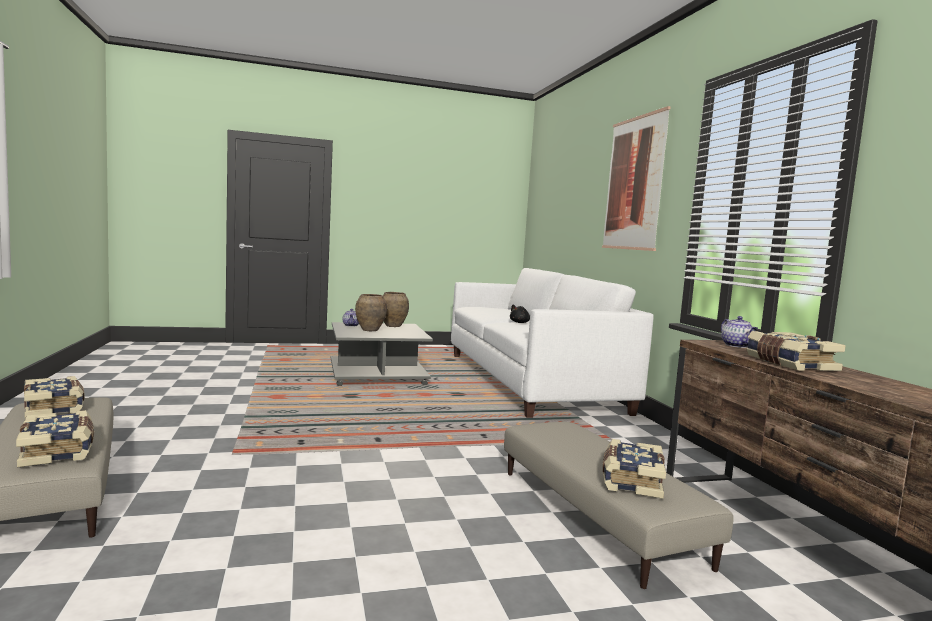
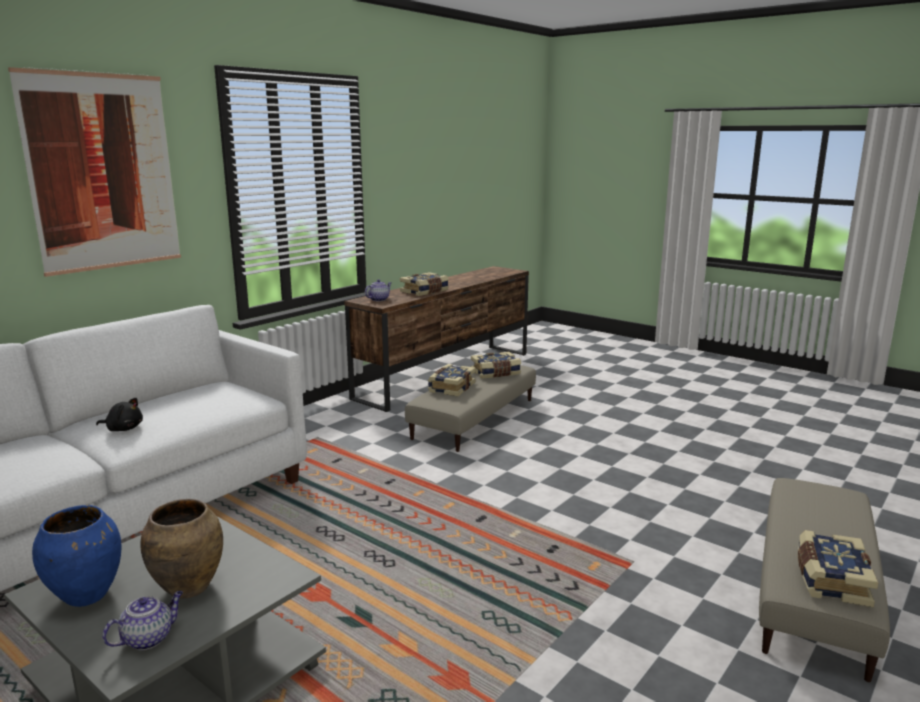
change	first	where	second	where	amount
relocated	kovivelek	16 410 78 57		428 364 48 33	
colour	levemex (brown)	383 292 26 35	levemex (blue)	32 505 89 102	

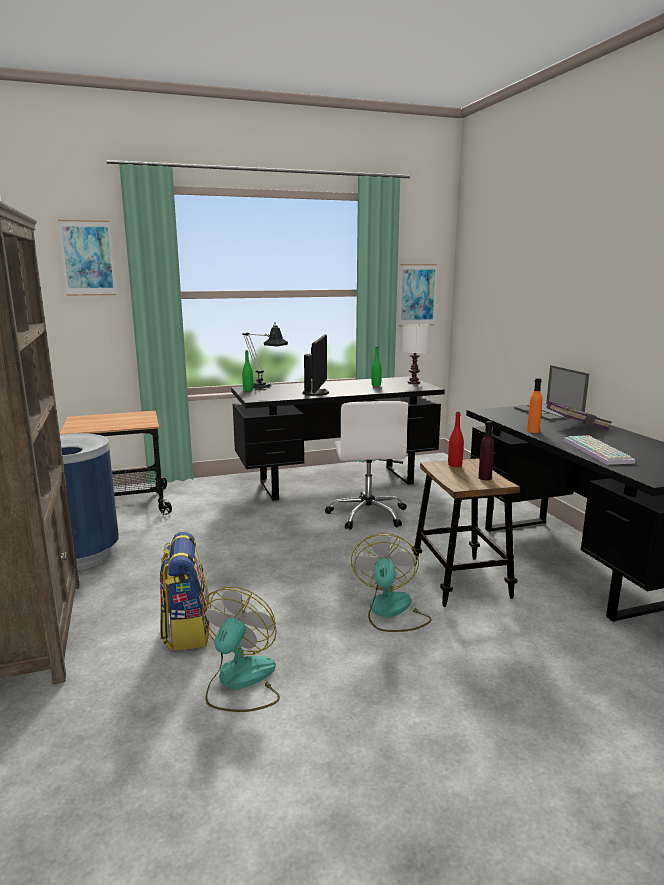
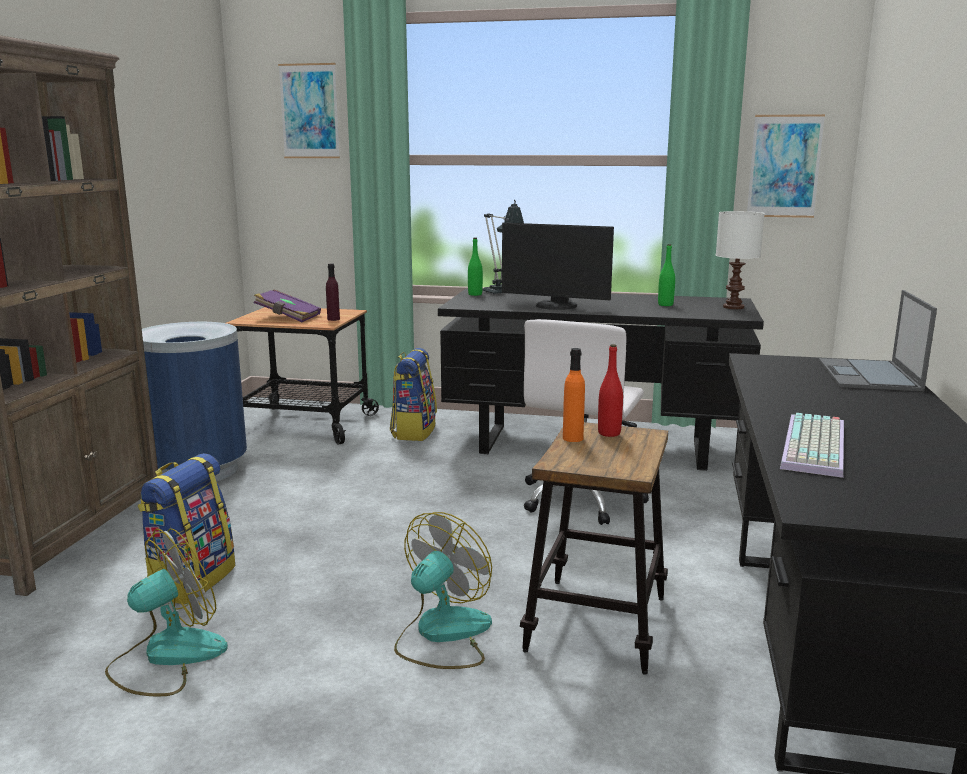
change	first	where	second	where	amount
appeared			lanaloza	390 348 47 93	
relocated	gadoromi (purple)	478 421 16 59		326 263 14 58	
relocated	gadoromi (orange)	527 378 15 55		563 348 22 94	
relocated	kovivelek (purple)	547 402 65 28		254 290 67 32	
spun	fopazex	303 334 26 62		502 223 112 87	75 degrees clockwise

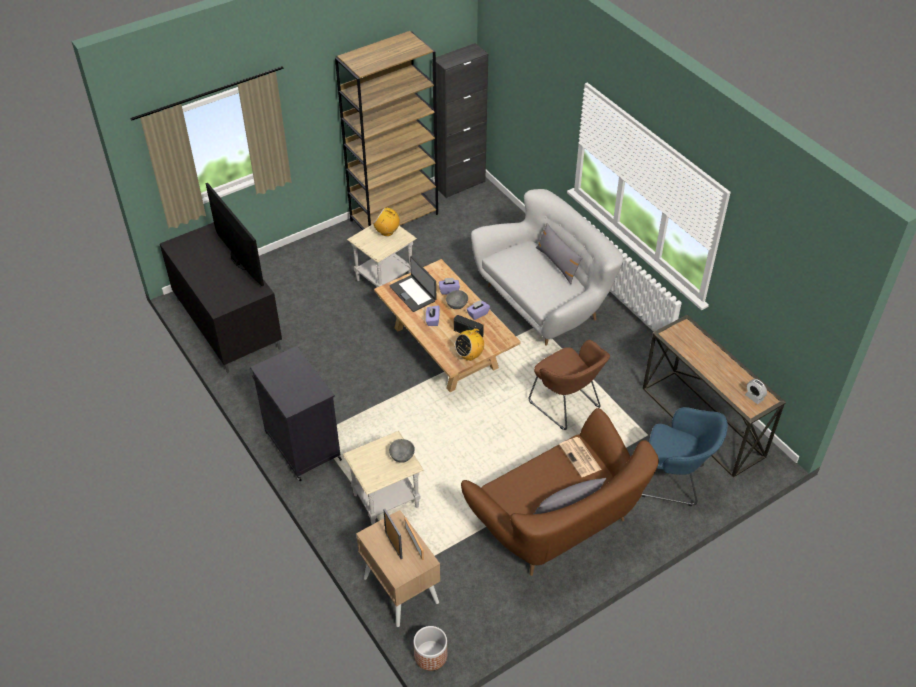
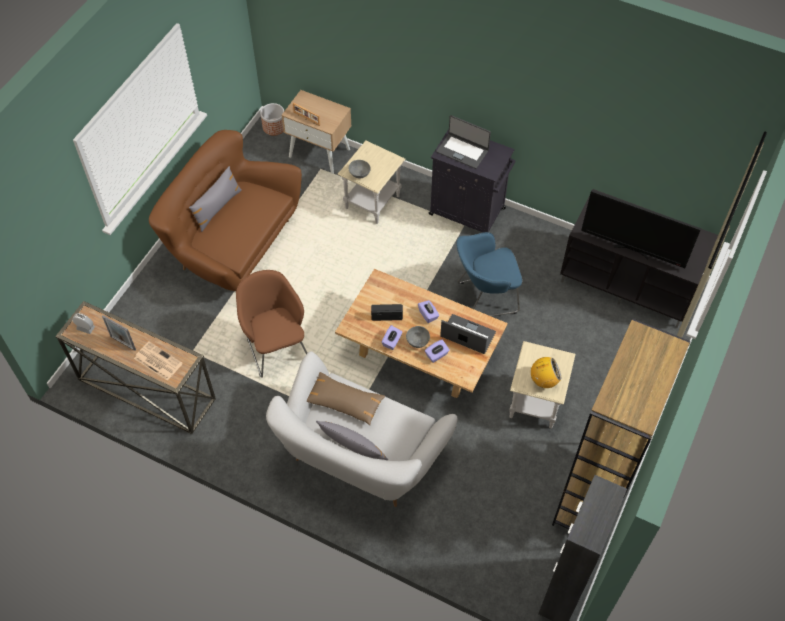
change	first	where	second	where	amount
missing	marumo	455 329 29 32			
appeared			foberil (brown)	307 372 78 53	
appeared			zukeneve	436 115 55 54	
relocated	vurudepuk	383 509 20 50		102 316 34 35	
relocated	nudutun	559 437 43 40		134 341 49 40	
relocated	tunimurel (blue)	642 407 86 99		456 232 66 85	
spun	tunimurel (brown)	529 340 81 90		236 270 71 108	45 degrees clockwise

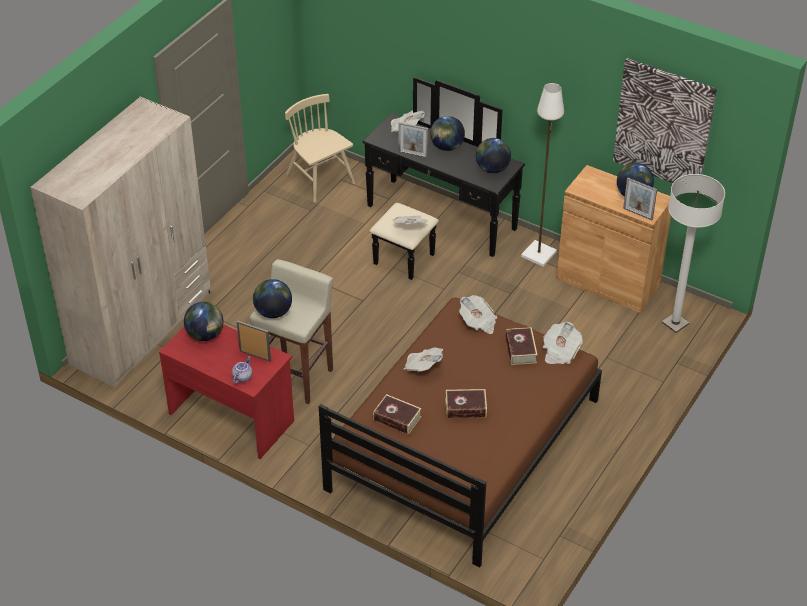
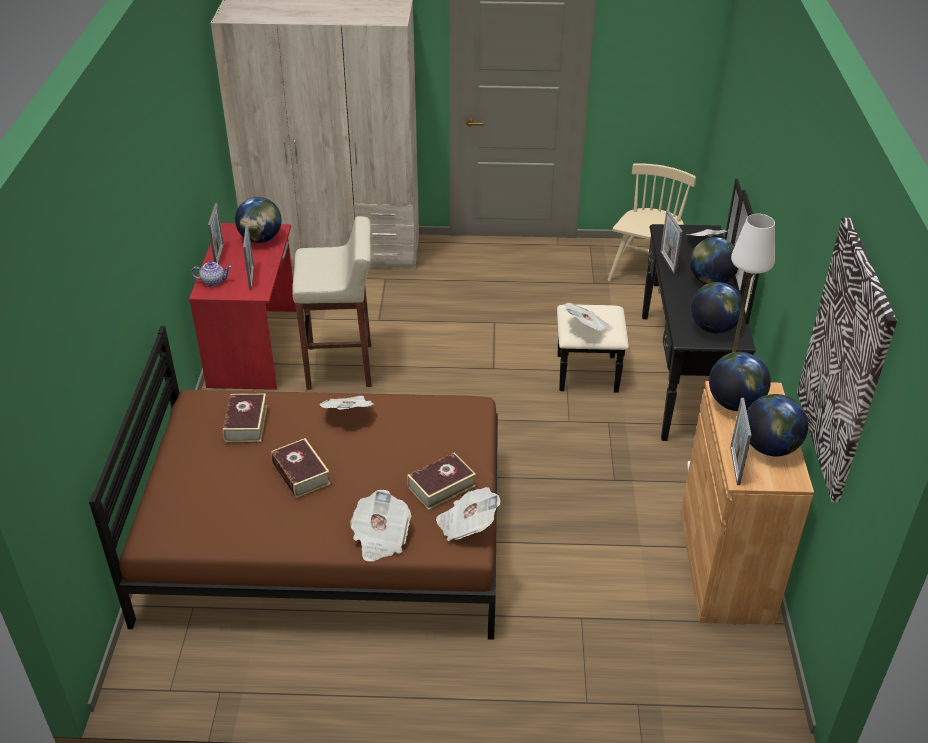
change	first	where	second	where	amount
missing	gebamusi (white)	662 174 63 159			
appeared			vurudepuk	208 203 16 61	
relocated	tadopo	253 279 39 39		709 352 62 59	
relocated	nudutun	459 295 38 39		350 490 61 72	

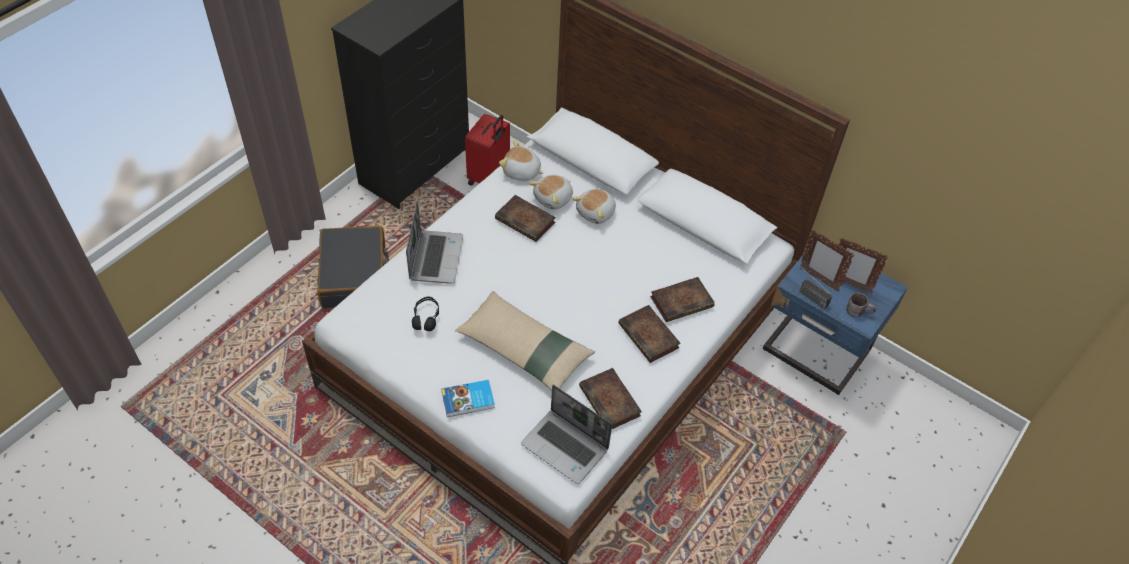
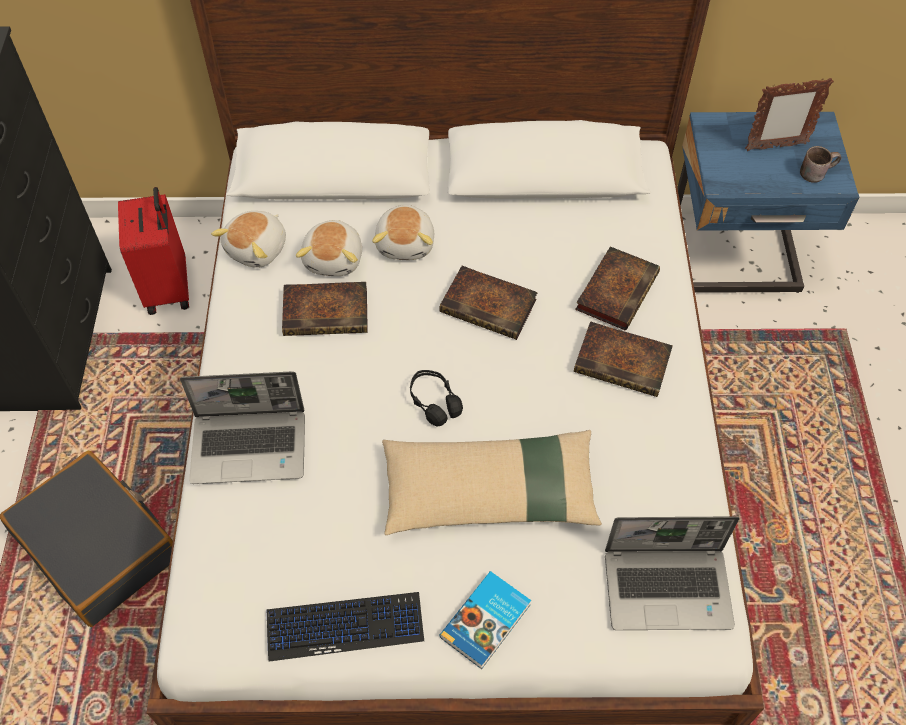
change	first	where	second	where	amount
missing	marumo	796 262 36 47			
missing	vurudepuk	800 230 54 61			
appeared			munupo	267 592 157 70	
relocated	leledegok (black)	412 296 27 35		410 370 53 56	
relocated	kovivelek	579 368 63 61		439 266 99 74	
spun	zukeneve	406 203 57 81		180 371 125 113	120 degrees clockwise
spun	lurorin	499 141 45 40		211 211 75 57	45 degrees counterclockwise

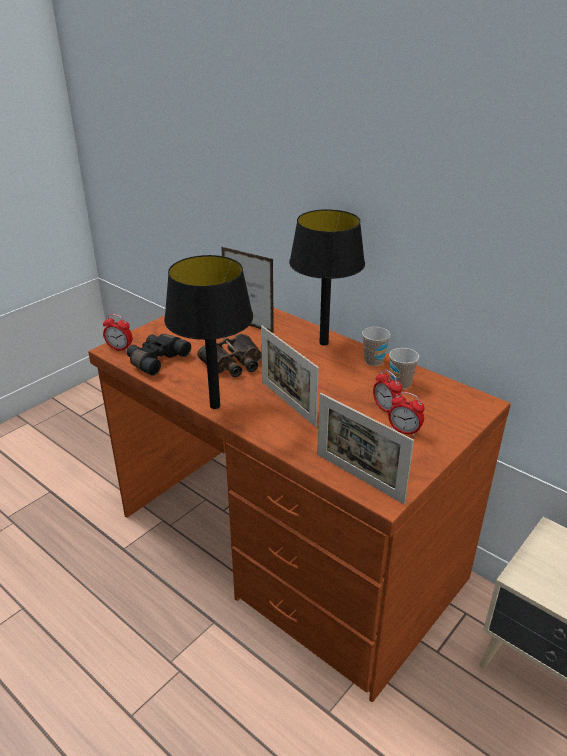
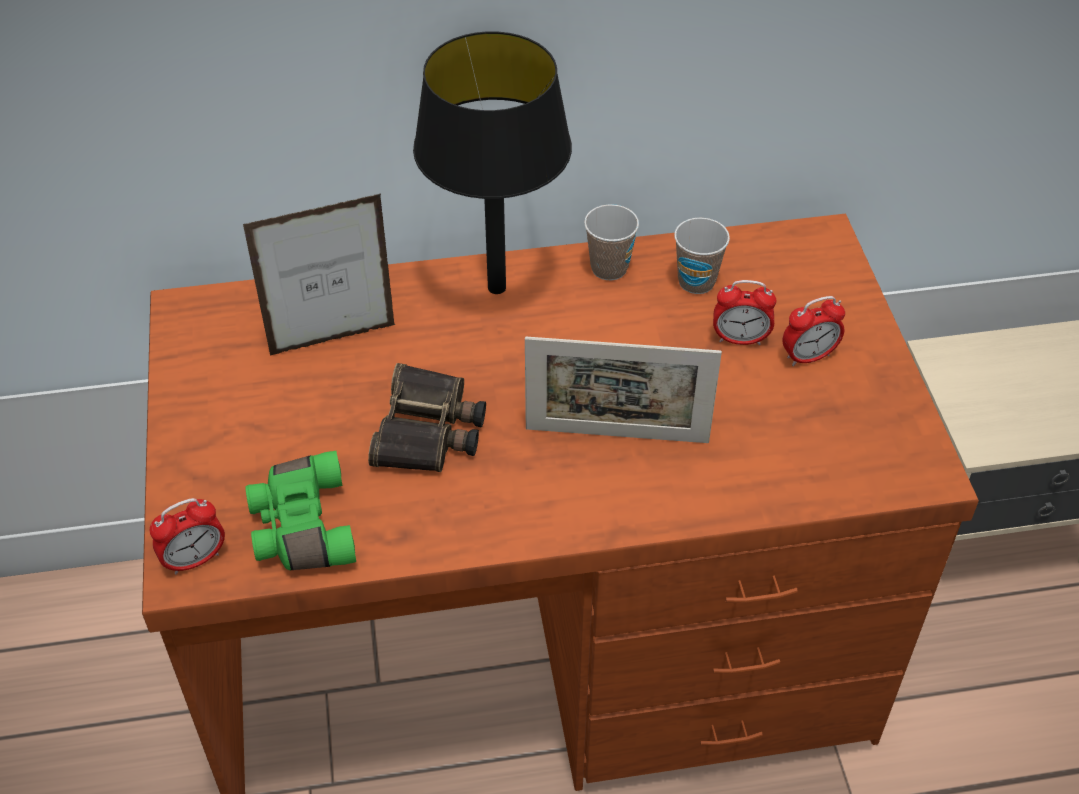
change	first	where	second	where	amount
missing	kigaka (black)	164 255 89 154			
missing	vurudepuk	317 393 97 111			
colour	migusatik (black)	127 334 64 42	migusatik (green)	245 451 111 119	

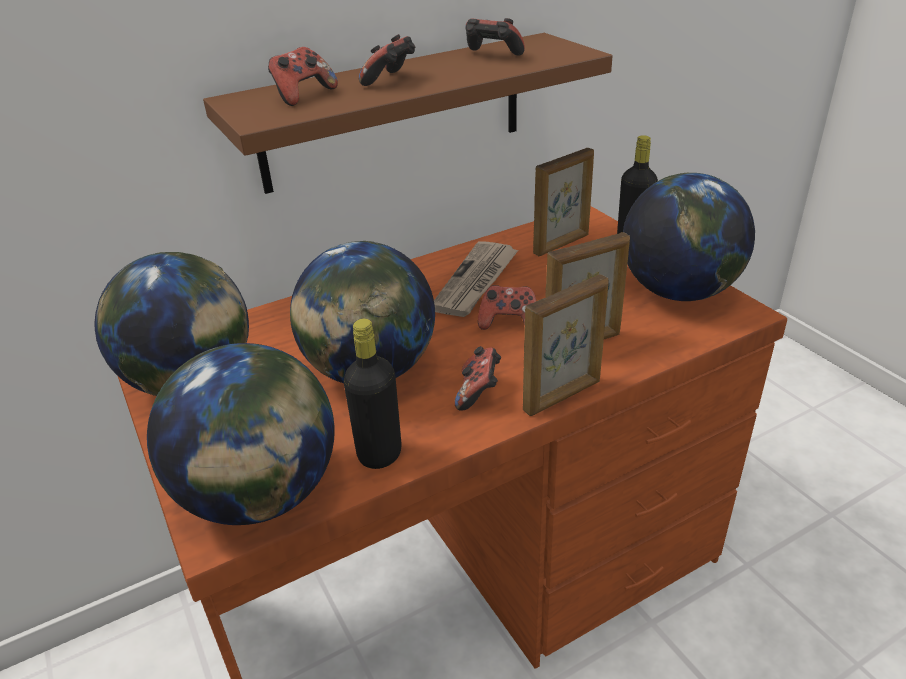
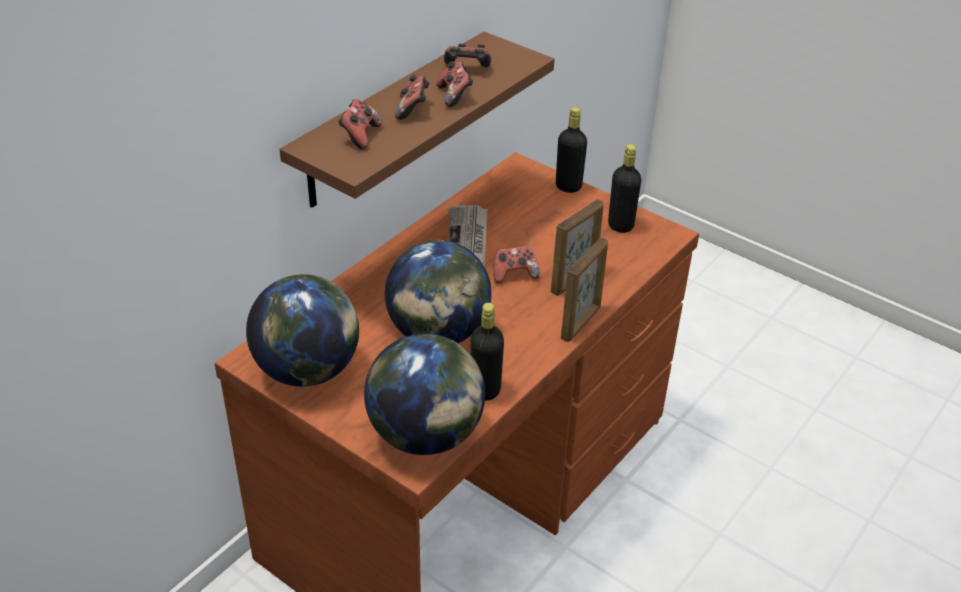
change	first	where	second	where	amount
missing	vurudepuk	533 148 61 108			
relocated	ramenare	454 346 47 64		436 61 37 46	
exchanged	tadopo	623 173 132 128	gadoromi (black)	608 144 33 89	

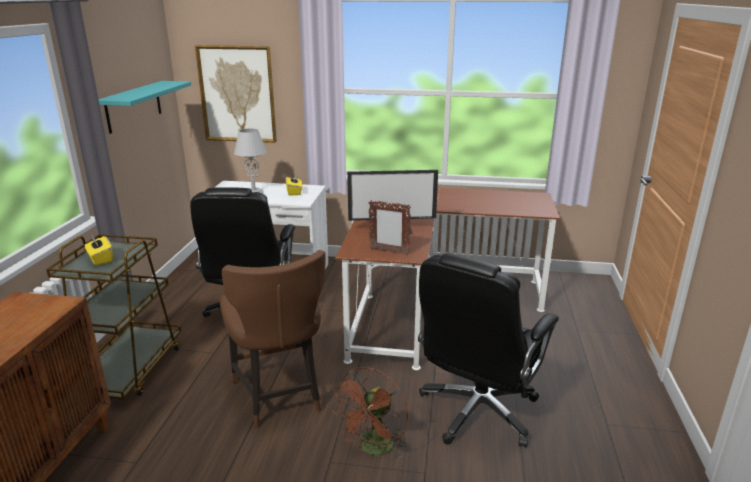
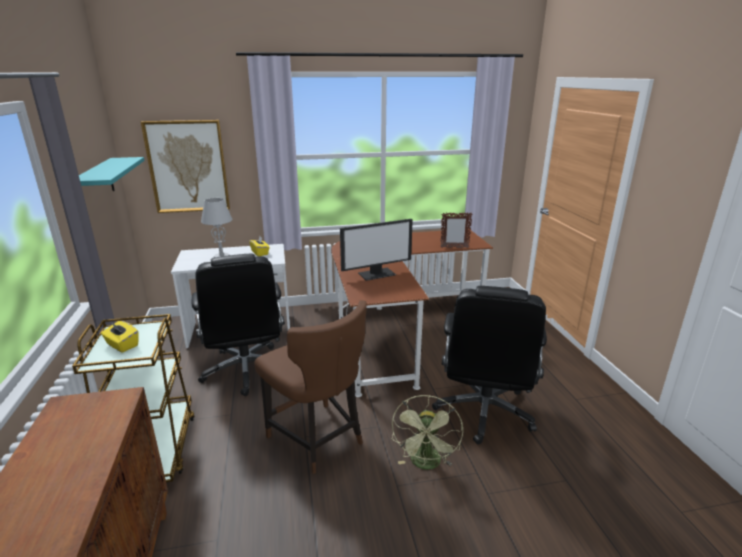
change	first	where	second	where	amount
relocated	vurudepuk	368 200 43 55		440 213 32 35	
colour	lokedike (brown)	331 367 77 91	lokedike (green)	392 395 71 75	

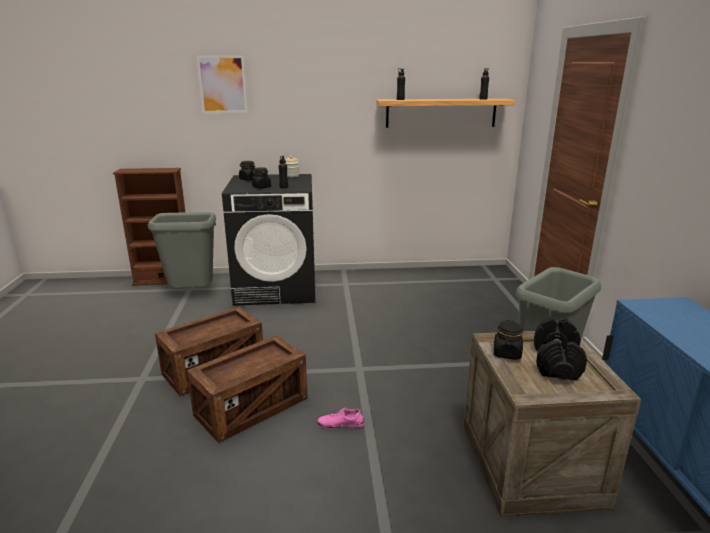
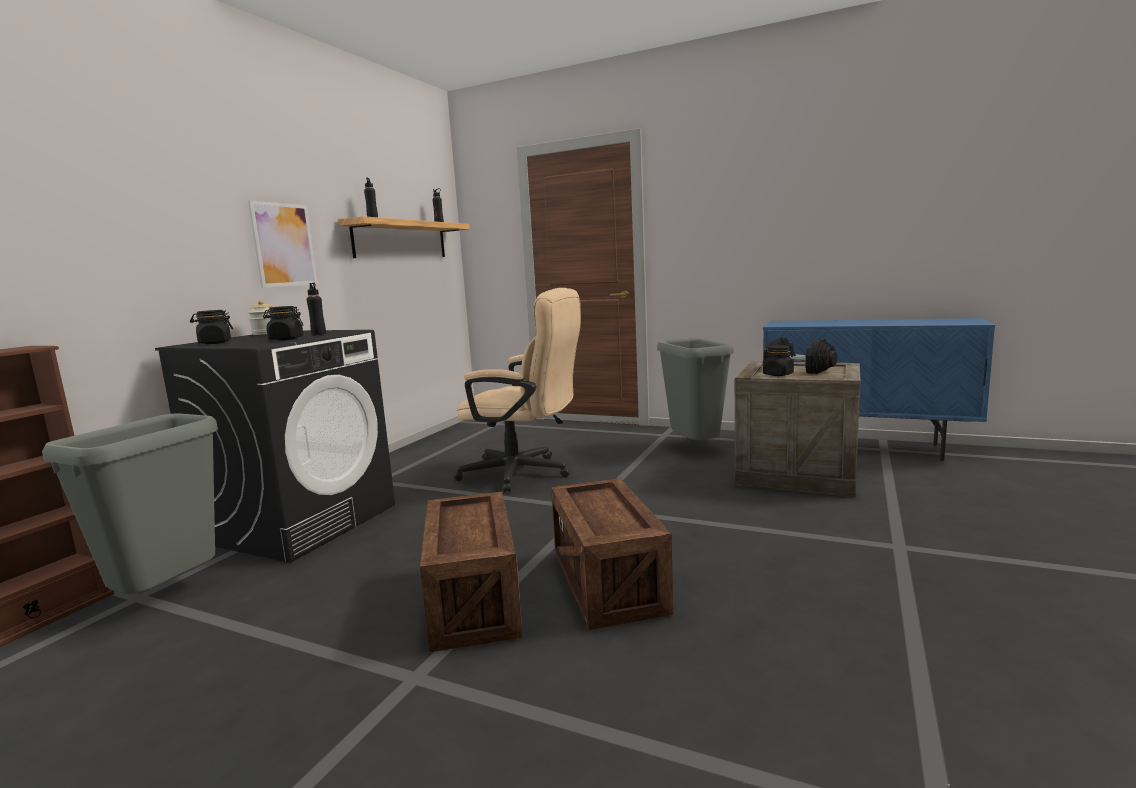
change	first	where	second	where	amount
missing	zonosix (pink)	317 408 48 21			
appeared			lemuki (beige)	454 288 127 204	
relocated	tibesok	196 55 52 58		248 200 70 88	

